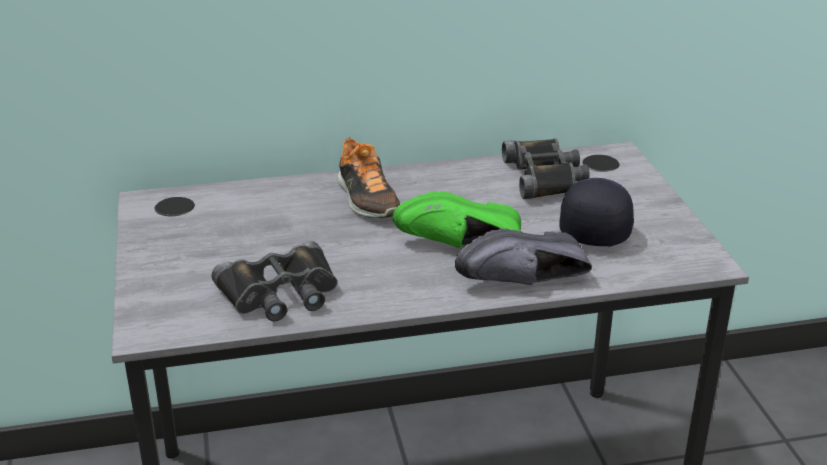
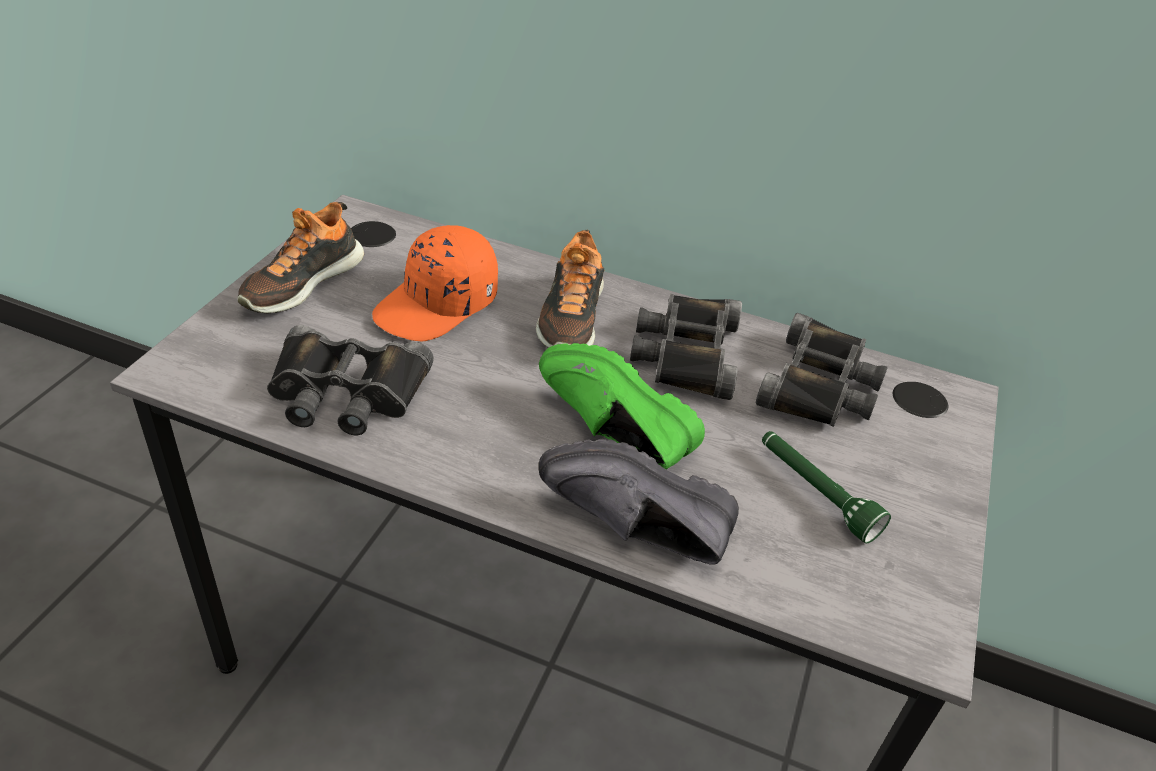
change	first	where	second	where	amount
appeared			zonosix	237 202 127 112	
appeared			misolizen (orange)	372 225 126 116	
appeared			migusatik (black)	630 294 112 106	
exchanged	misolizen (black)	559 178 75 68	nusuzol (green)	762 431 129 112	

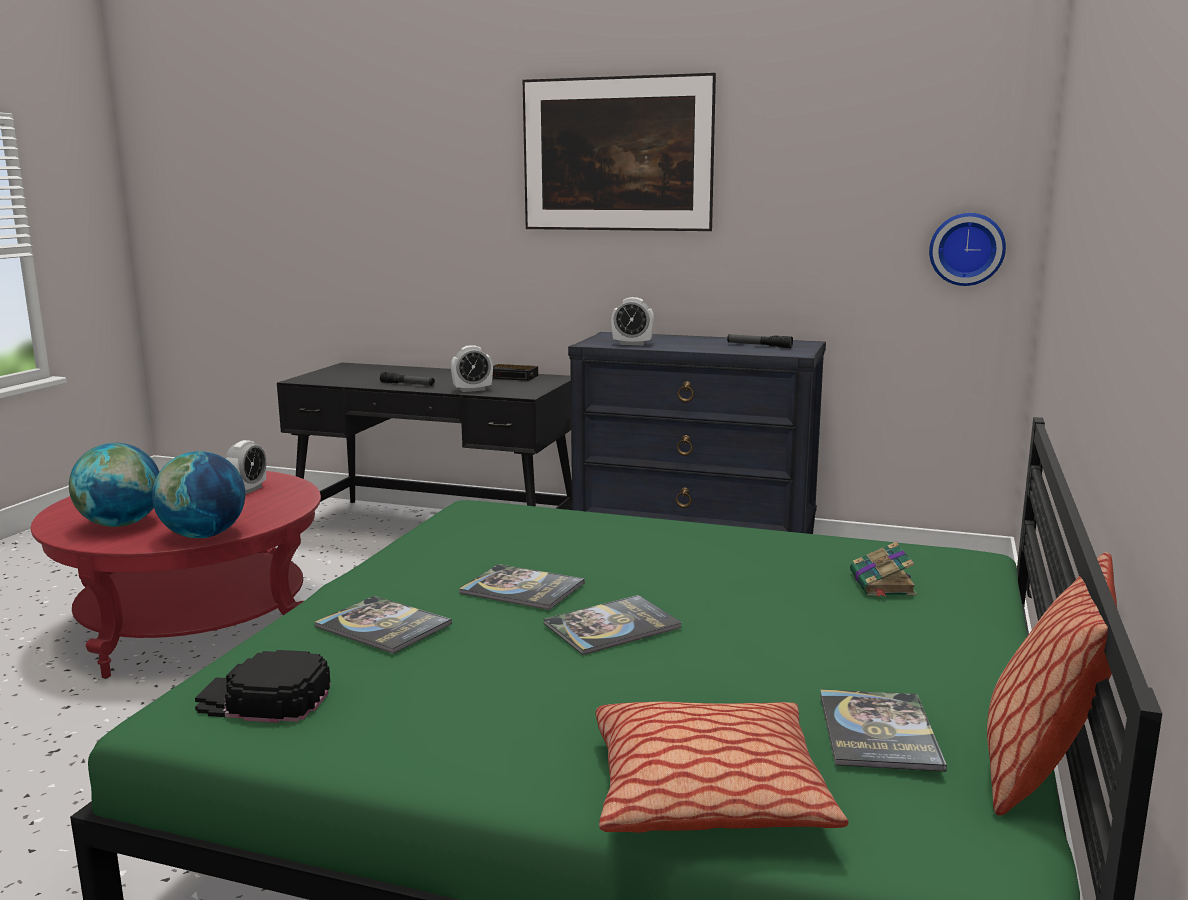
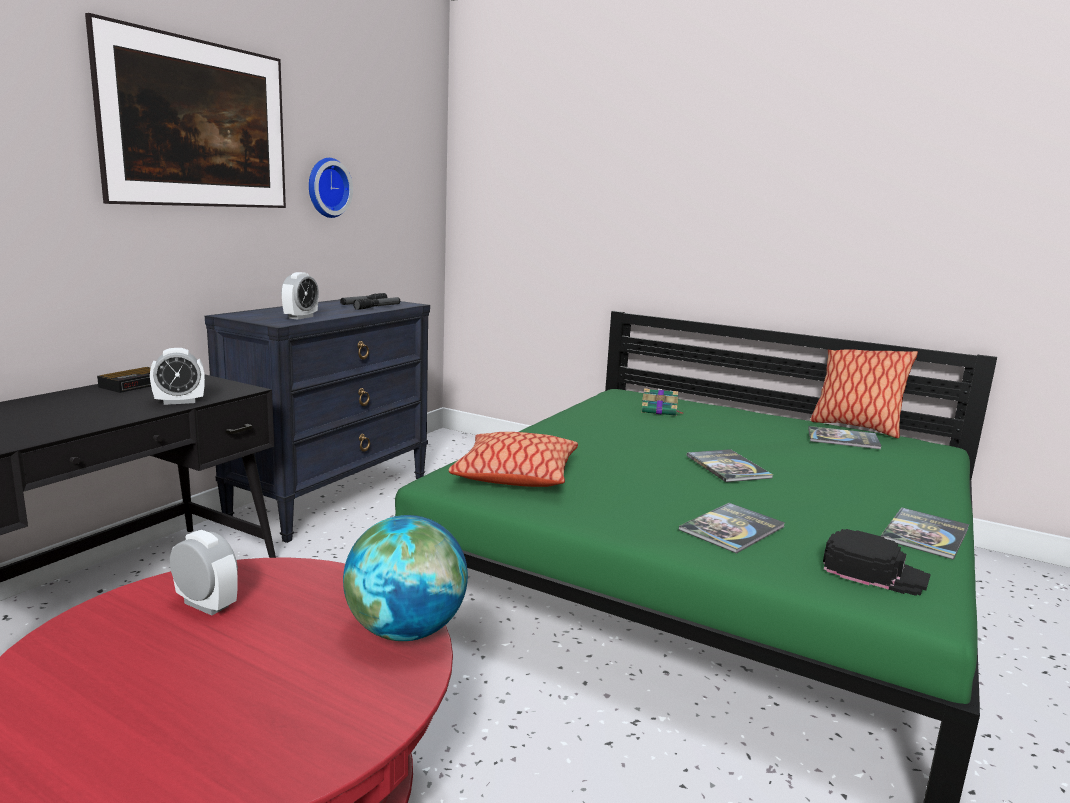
change	first	where	second	where	amount
missing	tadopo	69 443 90 84			
relocated	nusuzol	380 372 55 14		353 297 47 13	
relocated	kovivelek	459 564 126 46		881 507 88 53	
relocated	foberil	595 702 253 131		449 432 129 55	
relocated	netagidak	929 213 77 73		309 158 44 60	
spun	misolizen (black)	195 650 136 73		823 529 108 67	75 degrees counterclockwise
spun	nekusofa	451 345 42 47		150 348 55 57	75 degrees clockwise

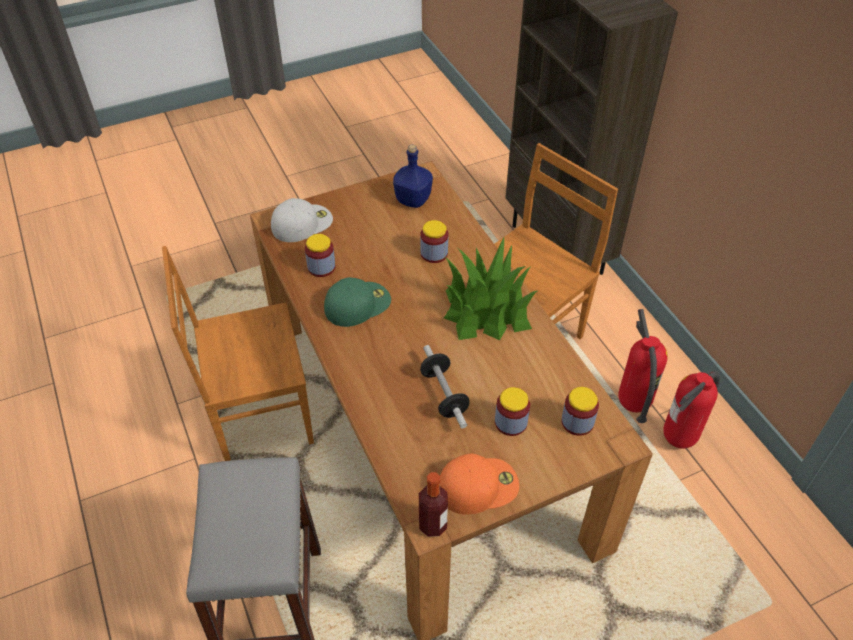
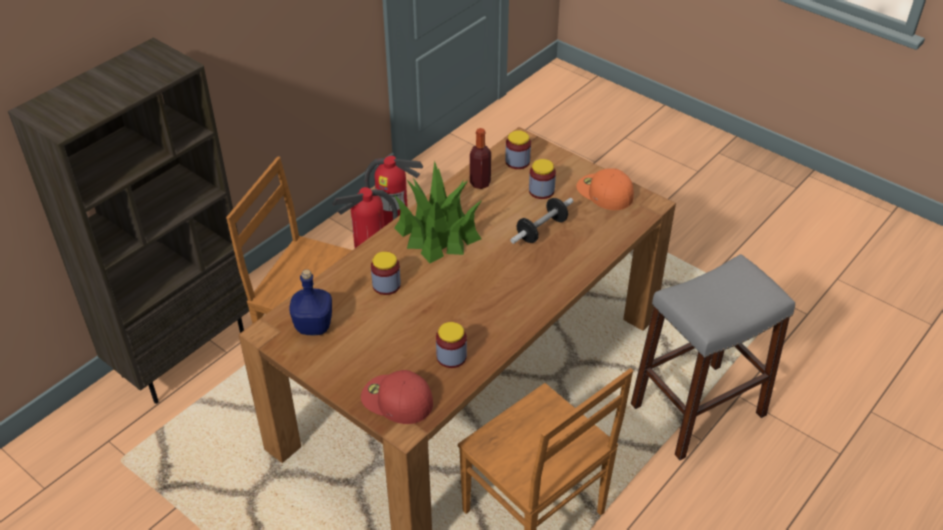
change	first	where	second	where	amount
missing	misolizen (green)	324 277 67 50			
relocated	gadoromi	419 472 29 65		470 128 21 61	
colour	misolizen (white)	271 198 62 44	misolizen (red)	361 370 72 54	

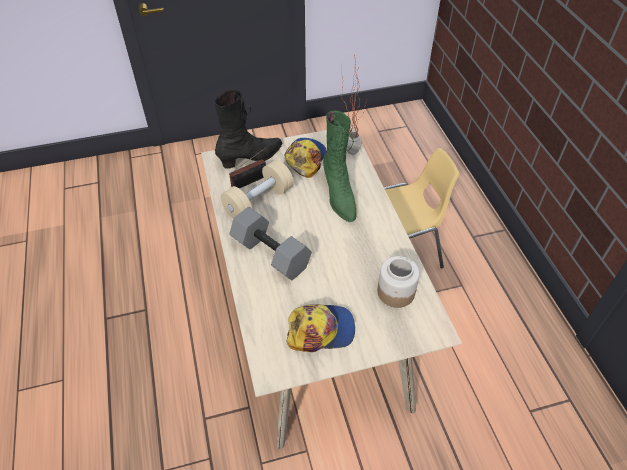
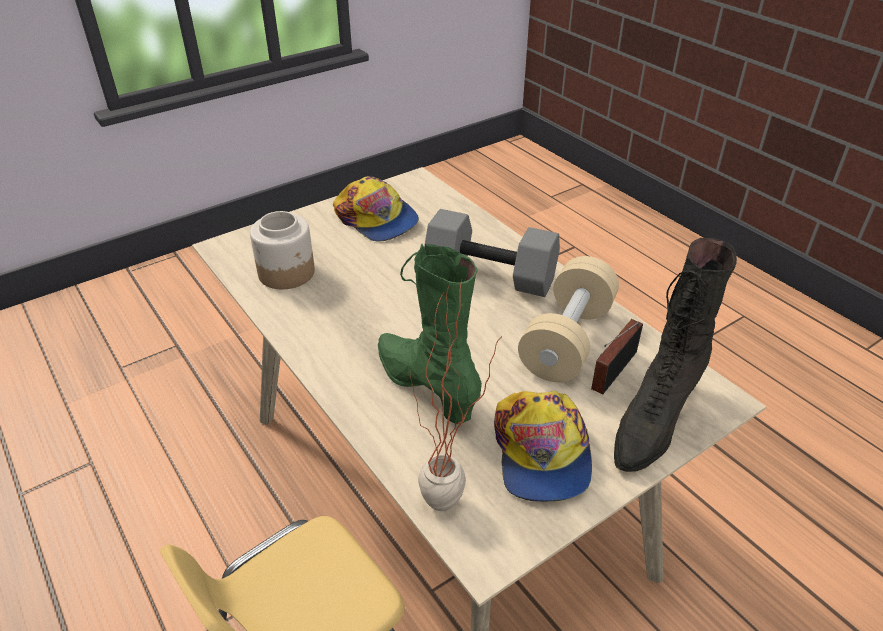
change	first	where	second	where	amount
spun	misolizen	286 304 69 48		333 176 86 65	105 degrees counterclockwise

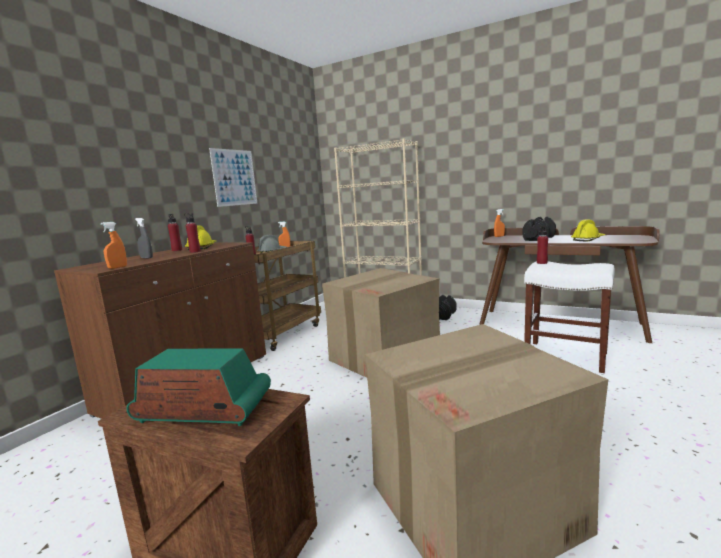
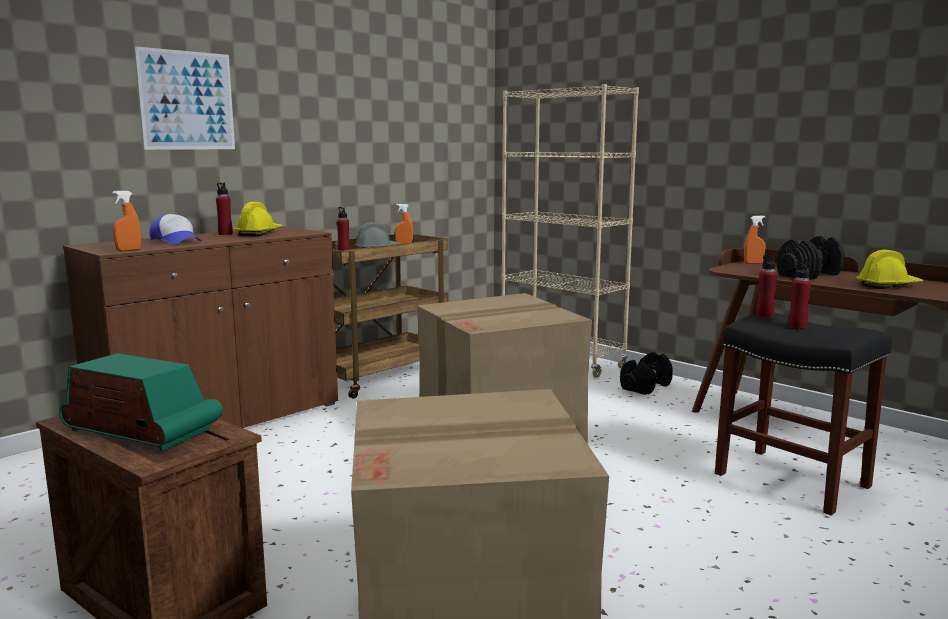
change	first	where	second	where	amount
relocated	gadoromi (red)	184 213 17 40		788 262 23 67	
relocated	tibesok	209 148 48 59		134 46 101 104	
exchanged	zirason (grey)	135 218 18 40	misolizen	149 214 52 30	
colour	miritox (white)	524 261 91 112	miritox (black)	715 313 177 202	

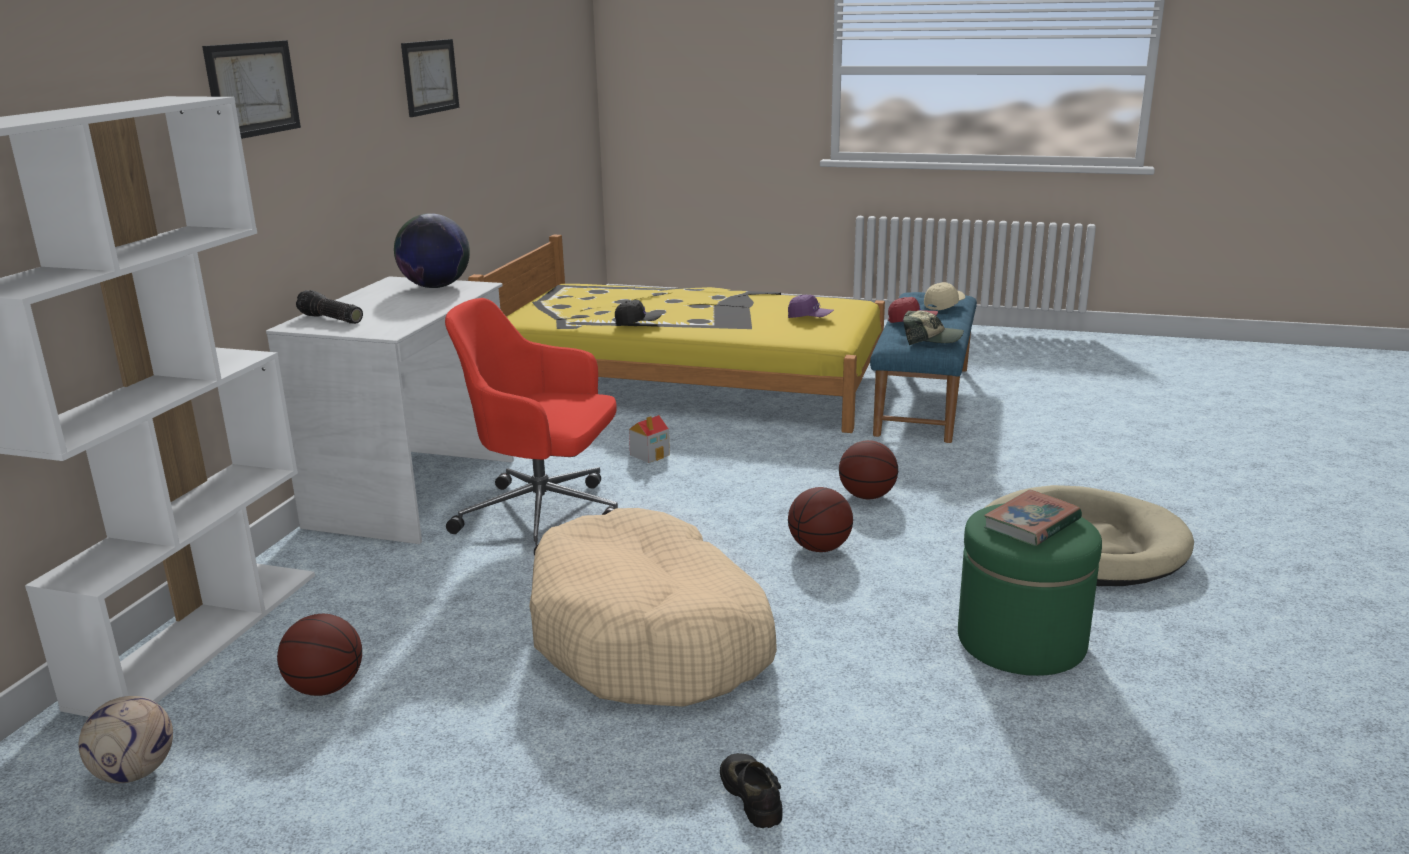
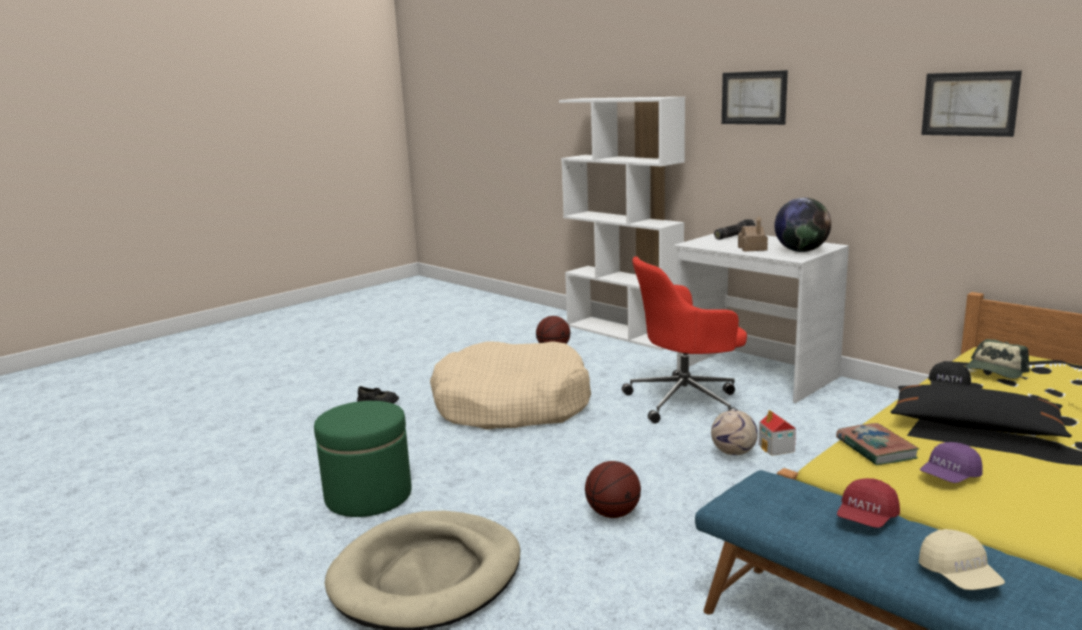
change	first	where	second	where	amount
missing	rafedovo	788 487 65 65			
appeared			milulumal	738 216 30 36	
appeared			foberil (black)	890 385 182 52	
relocated	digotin	79 696 94 87		711 410 47 45	
relocated	misolizen	903 310 61 35		966 339 64 40	
relocated	kovivelek	984 490 98 56		836 423 84 42	
spun	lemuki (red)	445 298 173 257		622 256 125 167	150 degrees counterclockwise

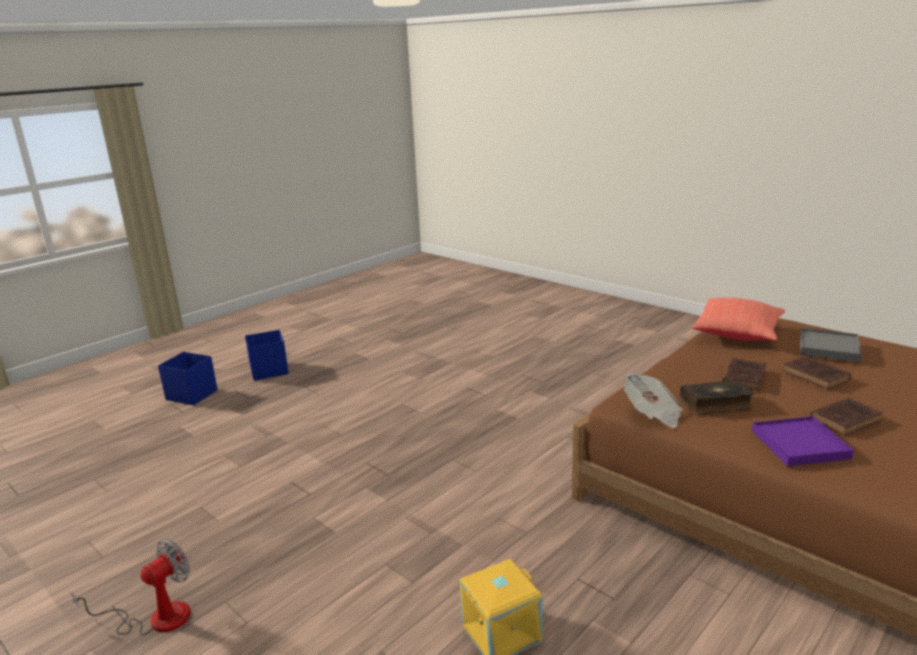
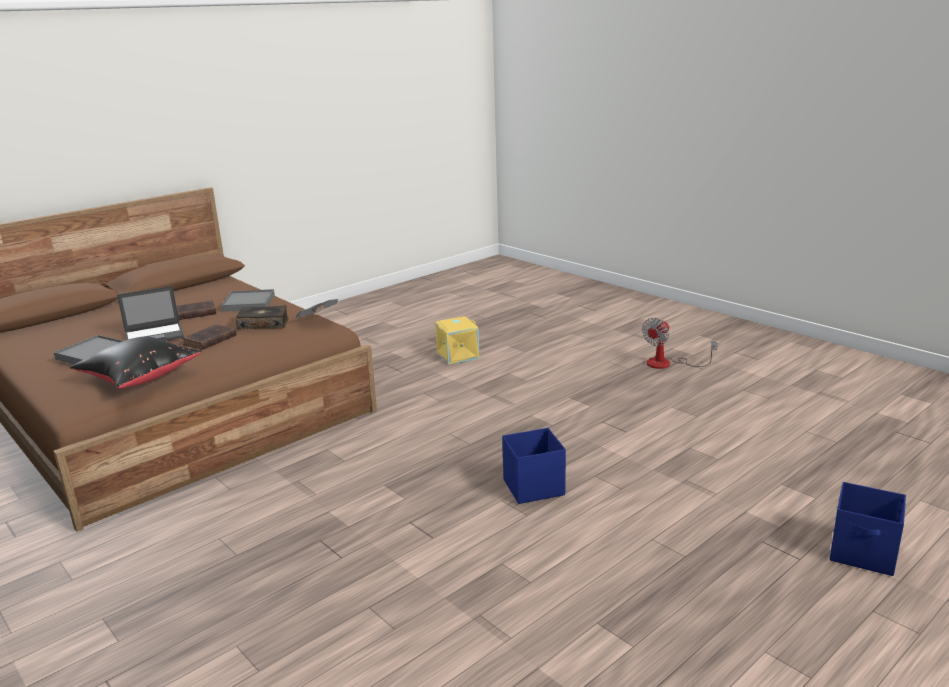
change	first	where	second	where	amount
relocated	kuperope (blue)	245 330 44 51		502 428 64 76	
exchanged	kovivelek (brown)	783 356 68 33	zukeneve	117 286 67 55	
colour	foberil (red)	691 298 94 43	foberil (black)	70 336 132 53	
colour	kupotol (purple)	752 416 102 50	kupotol (grey)	221 289 54 23	

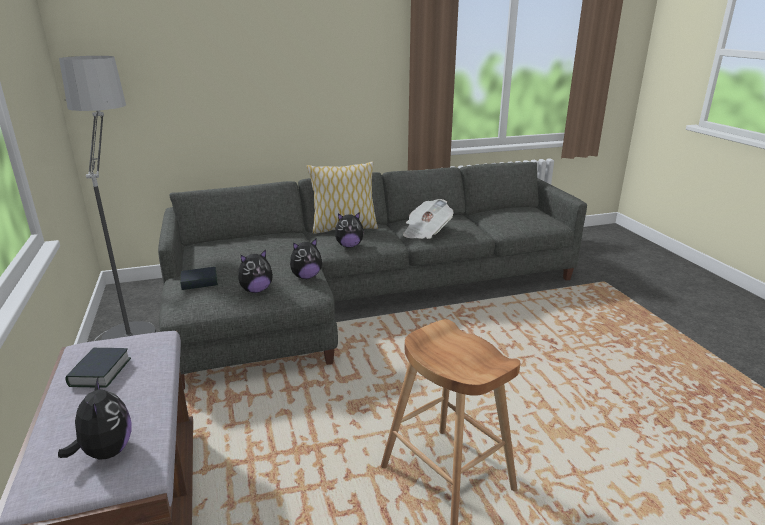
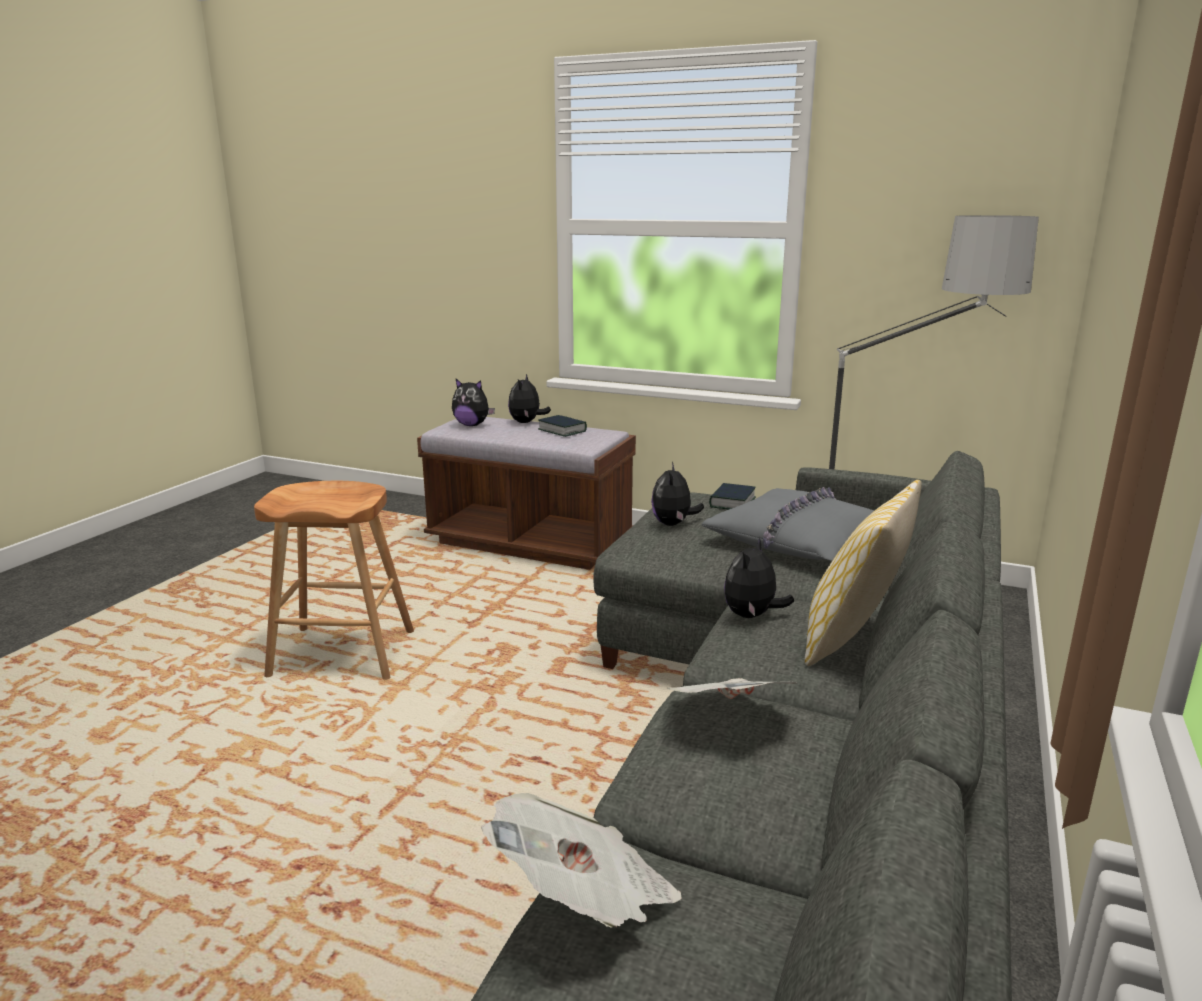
change	first	where	second	where	amount
appeared			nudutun	481 793 201 135	
appeared			foberil (grey)	701 487 173 74	
relocated	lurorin	290 238 32 41		508 374 43 49	

